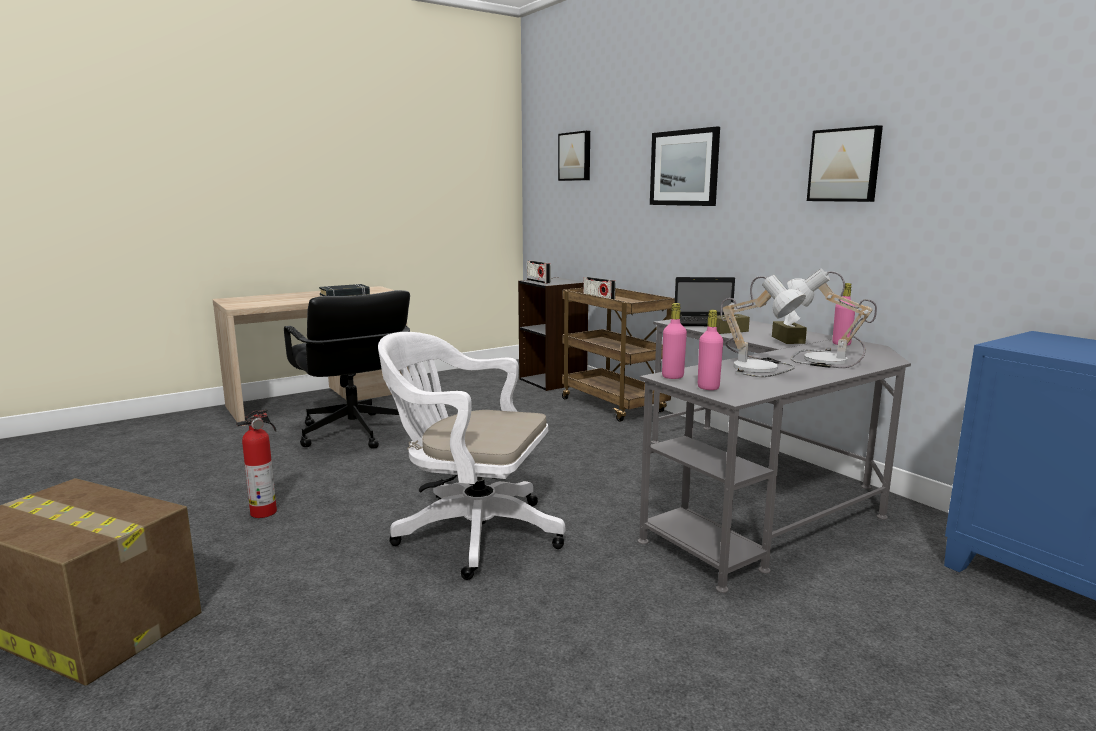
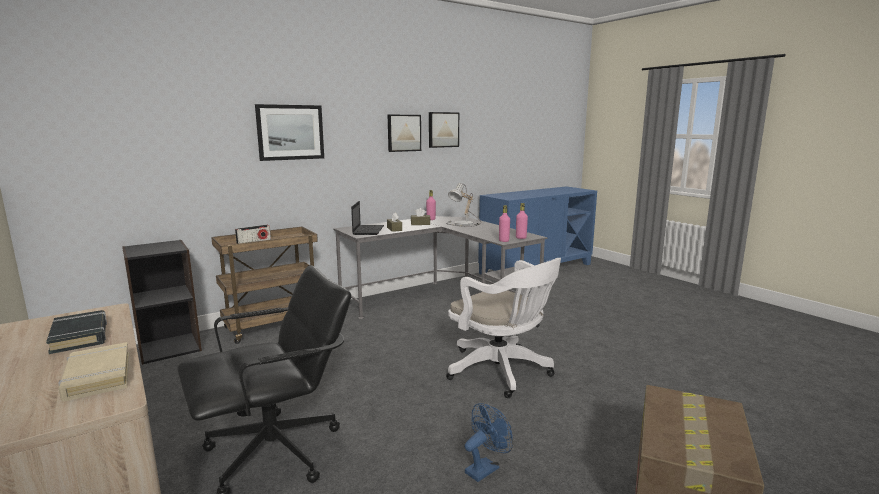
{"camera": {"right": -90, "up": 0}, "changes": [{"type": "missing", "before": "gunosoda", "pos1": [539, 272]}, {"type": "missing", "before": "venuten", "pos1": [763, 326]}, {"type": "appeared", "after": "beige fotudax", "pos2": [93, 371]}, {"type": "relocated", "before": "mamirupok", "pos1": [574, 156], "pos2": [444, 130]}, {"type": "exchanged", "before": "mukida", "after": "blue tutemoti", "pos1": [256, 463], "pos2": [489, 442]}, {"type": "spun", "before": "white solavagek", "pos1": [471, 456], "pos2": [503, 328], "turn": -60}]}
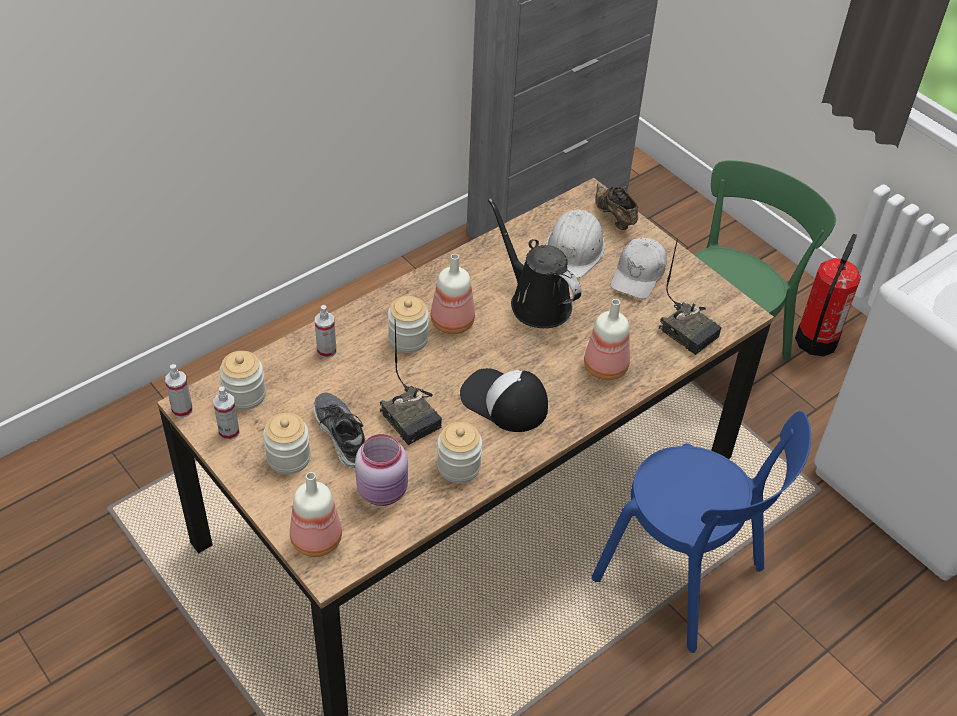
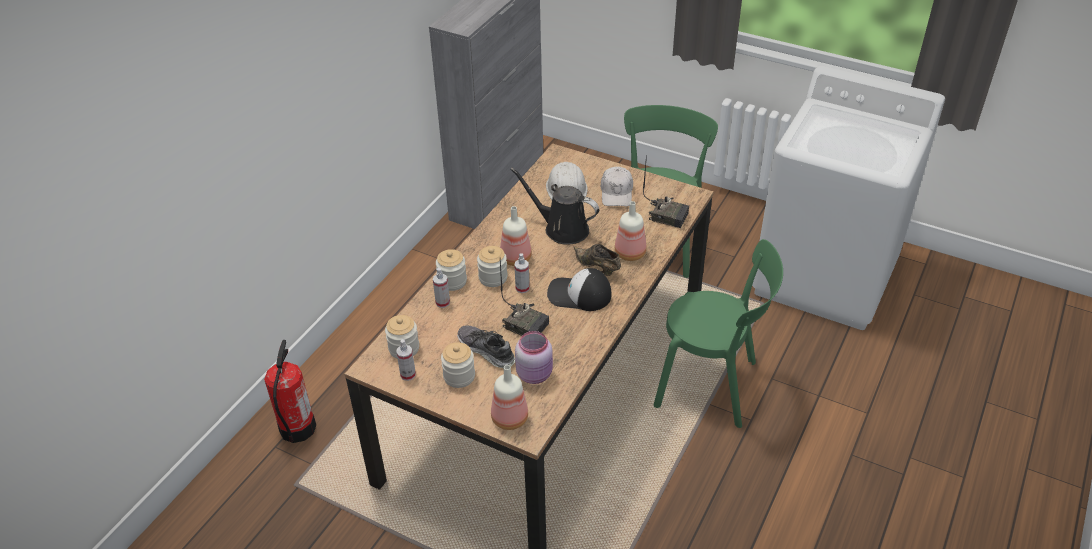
{"camera": {"right": -20, "up": -5}, "changes": [{"type": "relocated", "before": "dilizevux", "pos1": [179, 391], "pos2": [522, 273]}, {"type": "relocated", "before": "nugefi", "pos1": [459, 452], "pos2": [451, 270]}, {"type": "relocated", "before": "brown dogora", "pos1": [616, 207], "pos2": [597, 260]}, {"type": "relocated", "before": "mukida", "pos1": [828, 295], "pos2": [290, 391]}, {"type": "colour", "before": "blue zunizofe", "after": "green zunizofe", "pos1": [701, 532], "pos2": [718, 333]}]}
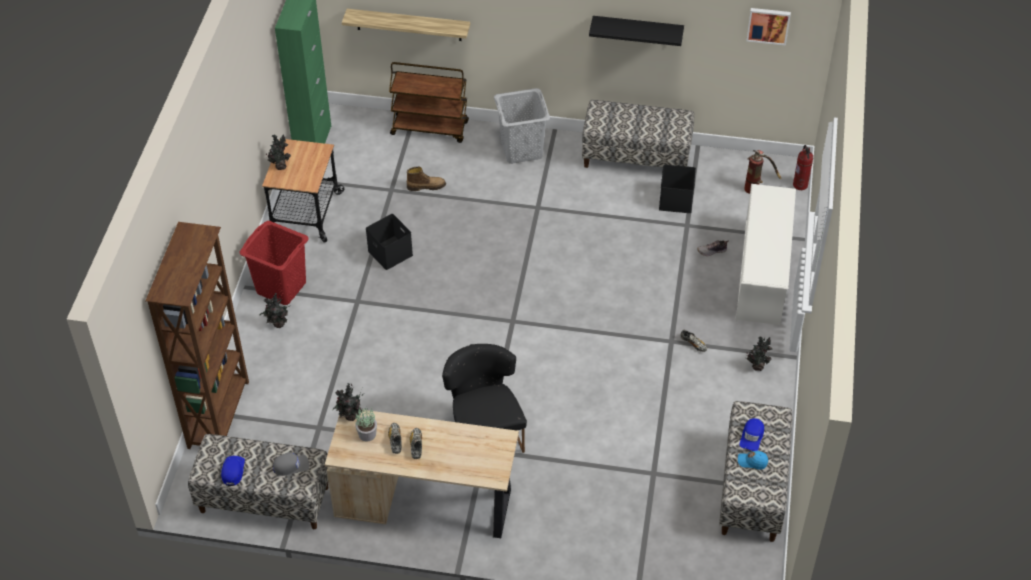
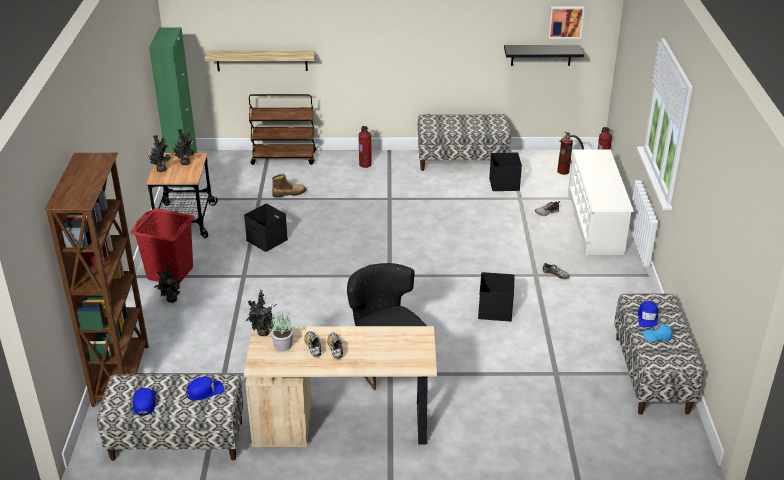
{"camera": {"right": -10, "up": -15}, "changes": [{"type": "appeared", "after": "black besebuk", "pos2": [496, 296]}, {"type": "relocated", "before": "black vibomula", "pos1": [636, 31], "pos2": [544, 55]}, {"type": "relocated", "before": "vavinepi", "pos1": [759, 354], "pos2": [183, 147]}, {"type": "exchanged", "before": "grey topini", "after": "mukida", "pos1": [522, 126], "pos2": [365, 147]}, {"type": "colour", "before": "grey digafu", "after": "blue digafu", "pos1": [291, 464], "pos2": [206, 388]}]}
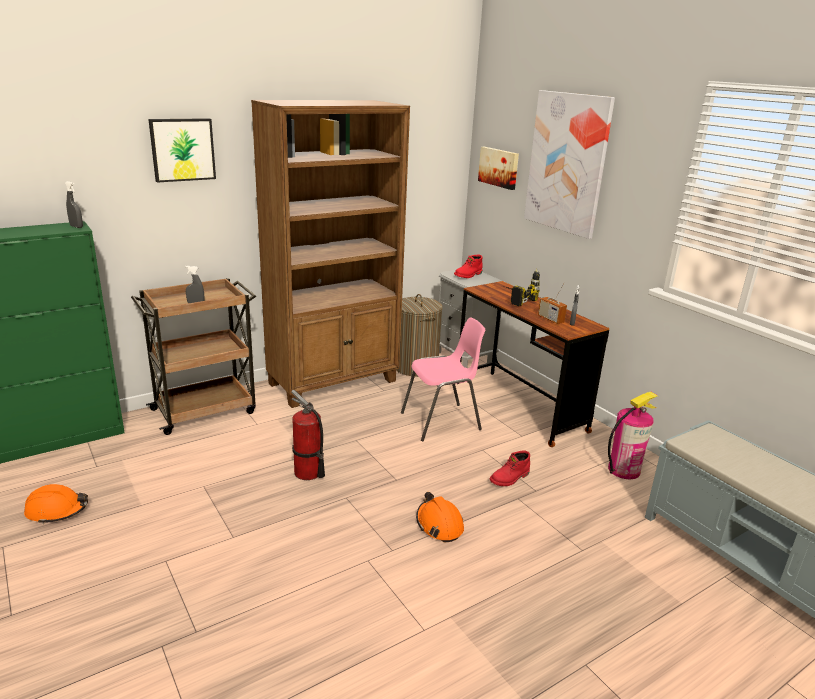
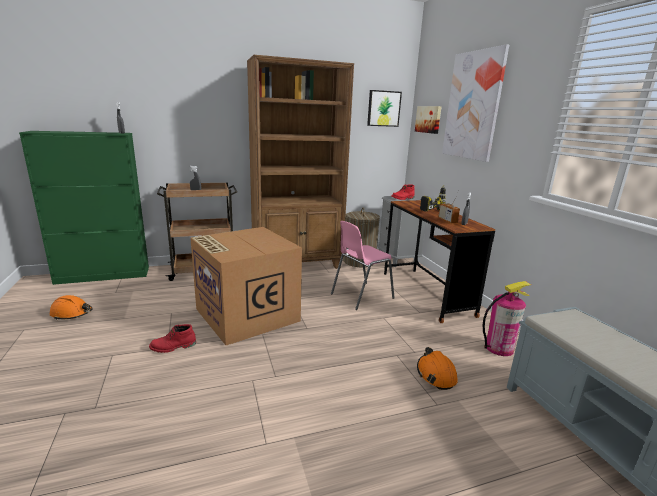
{"camera": {"right": 15, "up": -5}, "changes": [{"type": "relocated", "before": "mamirupok", "pos1": [182, 150], "pos2": [384, 108]}, {"type": "relocated", "before": "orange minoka", "pos1": [440, 517], "pos2": [437, 368]}, {"type": "relocated", "before": "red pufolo", "pos1": [510, 468], "pos2": [172, 338]}, {"type": "exchanged", "before": "mukida", "after": "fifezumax", "pos1": [308, 435], "pos2": [246, 286]}, {"type": "spun", "before": "pink zunizofe", "pos1": [443, 379], "pos2": [363, 265], "turn": 150}]}
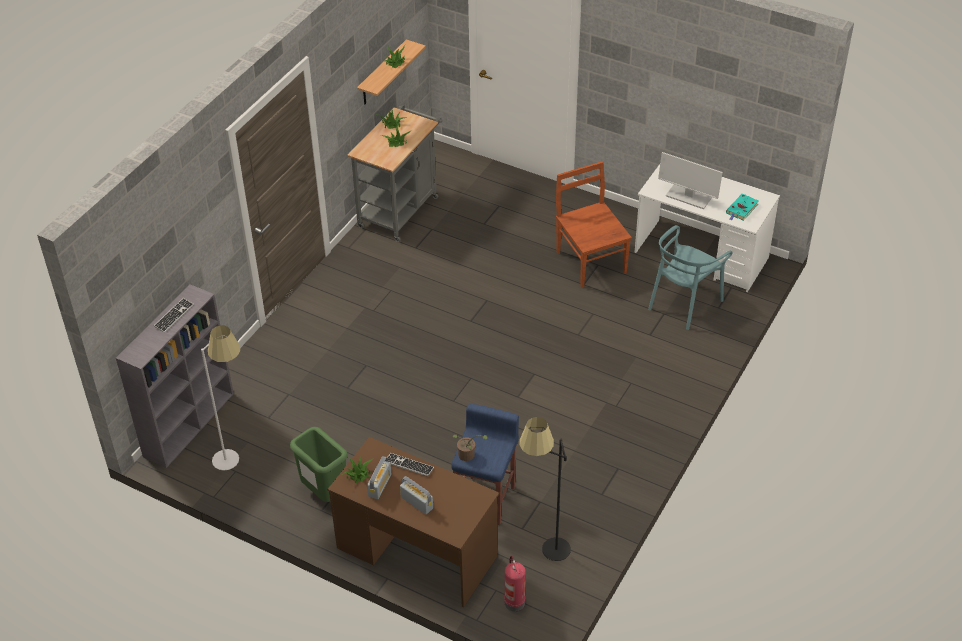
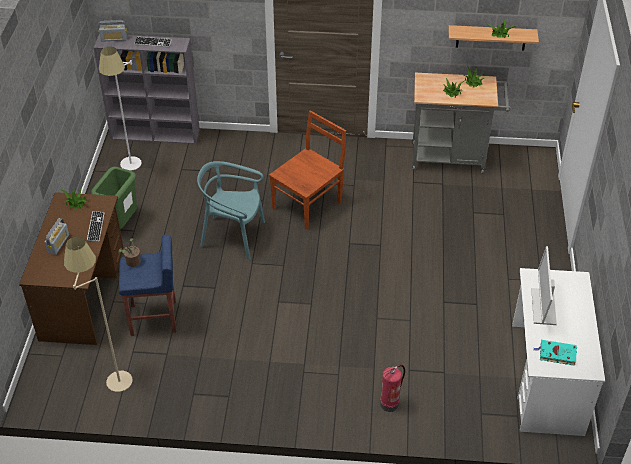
{"camera": {"right": 65, "up": 0}, "changes": [{"type": "relocated", "before": "gunosoda", "pos1": [379, 477], "pos2": [112, 30]}, {"type": "relocated", "before": "mukida", "pos1": [515, 584], "pos2": [392, 388]}, {"type": "relocated", "before": "brown zunizofe", "pos1": [594, 224], "pos2": [307, 170]}, {"type": "relocated", "before": "turquoise zunizofe", "pos1": [690, 277], "pos2": [231, 210]}, {"type": "colour", "before": "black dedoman", "after": "beige dedoman", "pos1": [545, 489], "pos2": [98, 314]}]}
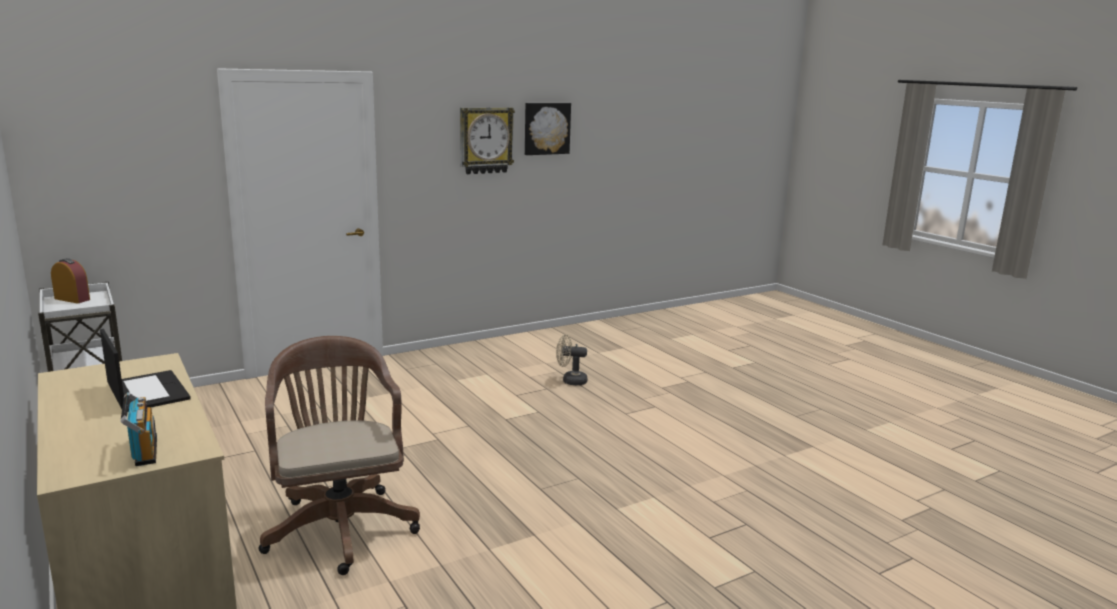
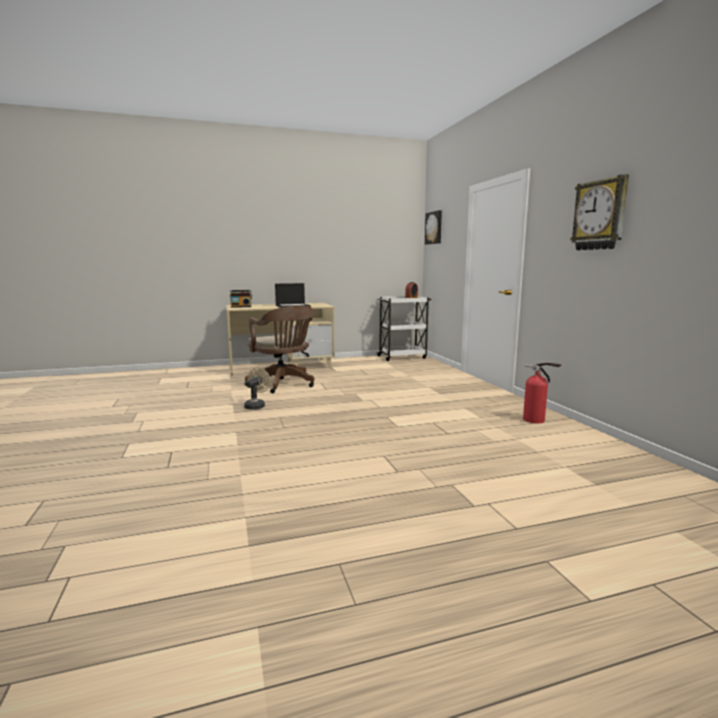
{"camera": {"right": 105, "up": -5}, "changes": [{"type": "appeared", "after": "mukida", "pos2": [542, 393]}, {"type": "relocated", "before": "mamirupok", "pos1": [548, 129], "pos2": [433, 227]}, {"type": "relocated", "before": "beige tutemoti", "pos1": [572, 360], "pos2": [257, 389]}, {"type": "spun", "before": "brown solavagek", "pos1": [339, 455], "pos2": [279, 349], "turn": 60}]}
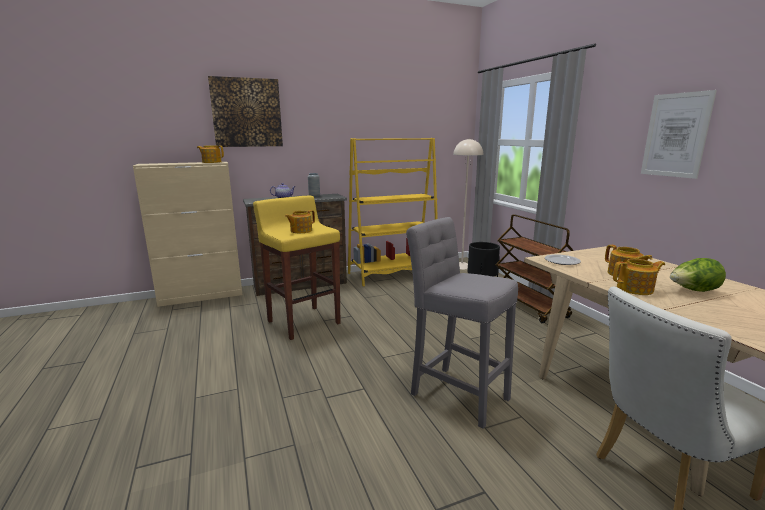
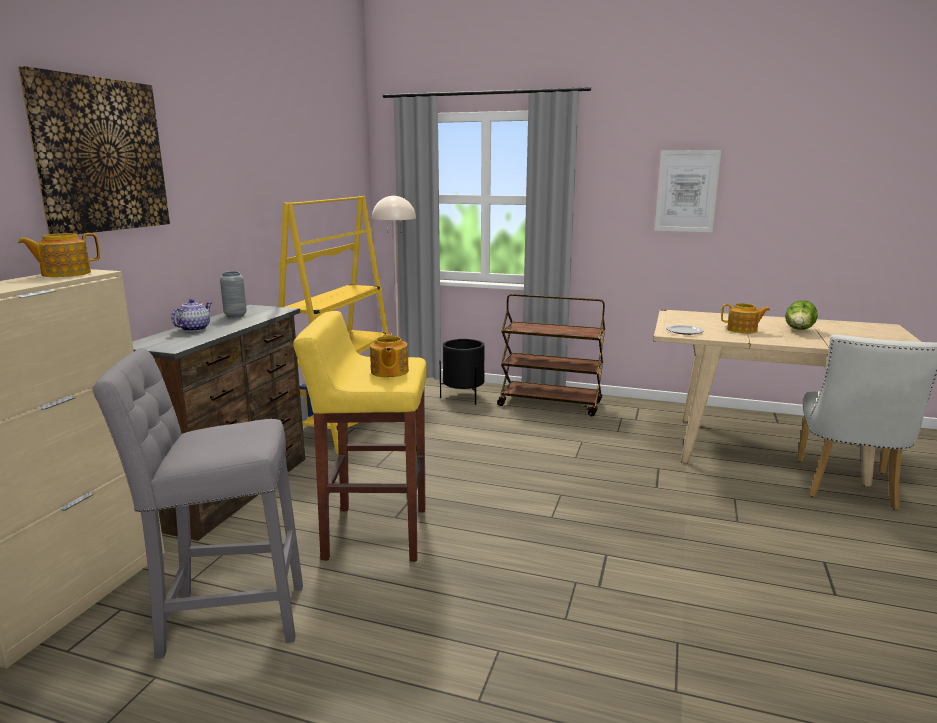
{"camera": {"right": -50, "up": 0}, "changes": [{"type": "missing", "before": "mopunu", "pos1": [639, 277]}, {"type": "relocated", "before": "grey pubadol", "pos1": [462, 323], "pos2": [198, 503]}]}
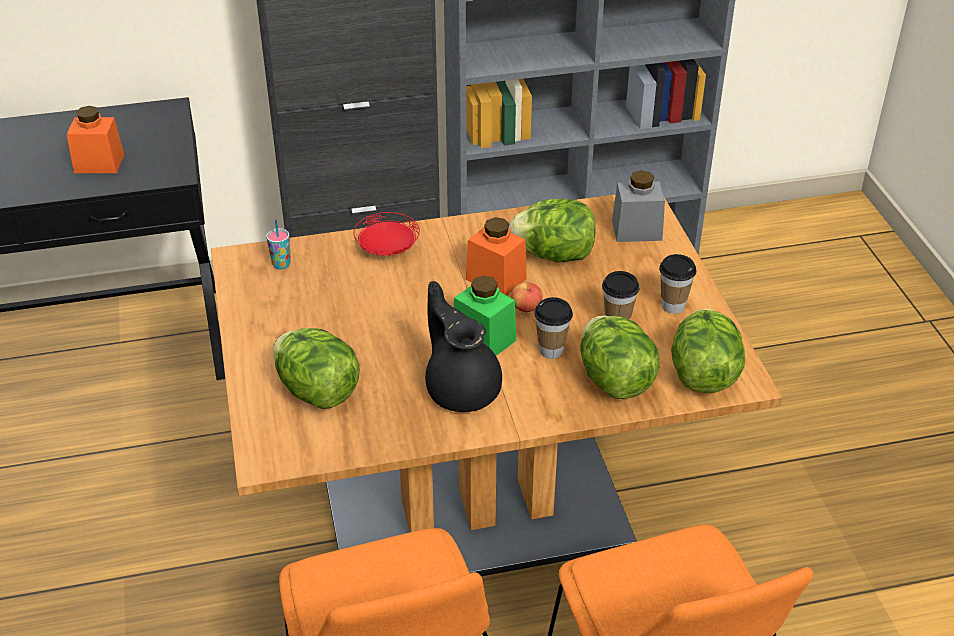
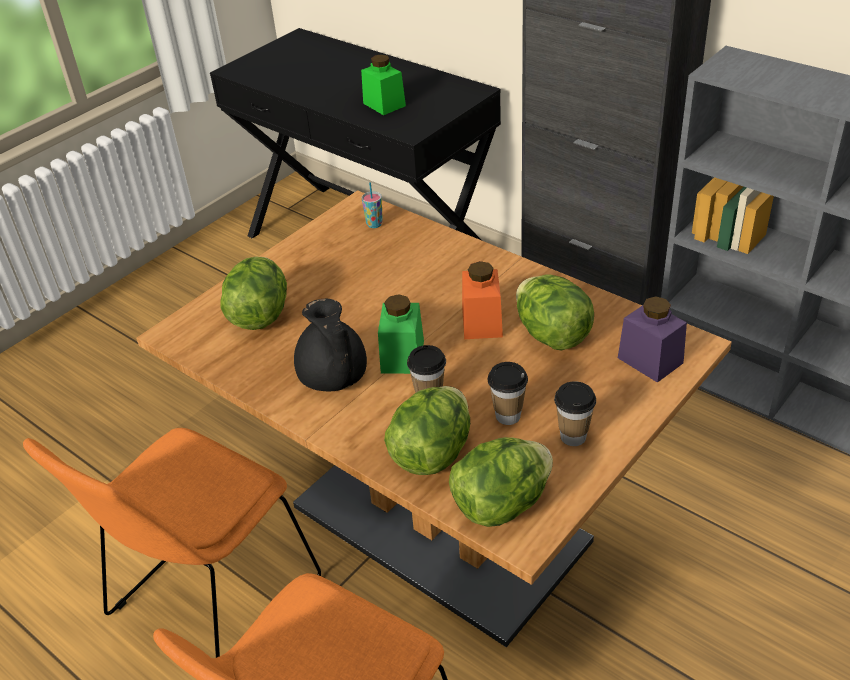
{"camera": {"right": 55, "up": 0}, "changes": [{"type": "missing", "before": "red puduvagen", "pos1": [386, 234]}, {"type": "missing", "before": "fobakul", "pos1": [526, 297]}, {"type": "colour", "before": "orange nugefi", "after": "green nugefi", "pos1": [95, 139], "pos2": [383, 84]}, {"type": "colour", "before": "grey nugefi", "after": "purple nugefi", "pos1": [638, 206], "pos2": [652, 339]}, {"type": "spun", "before": "black mopunu", "pos1": [463, 346], "pos2": [330, 345], "turn": 135}]}
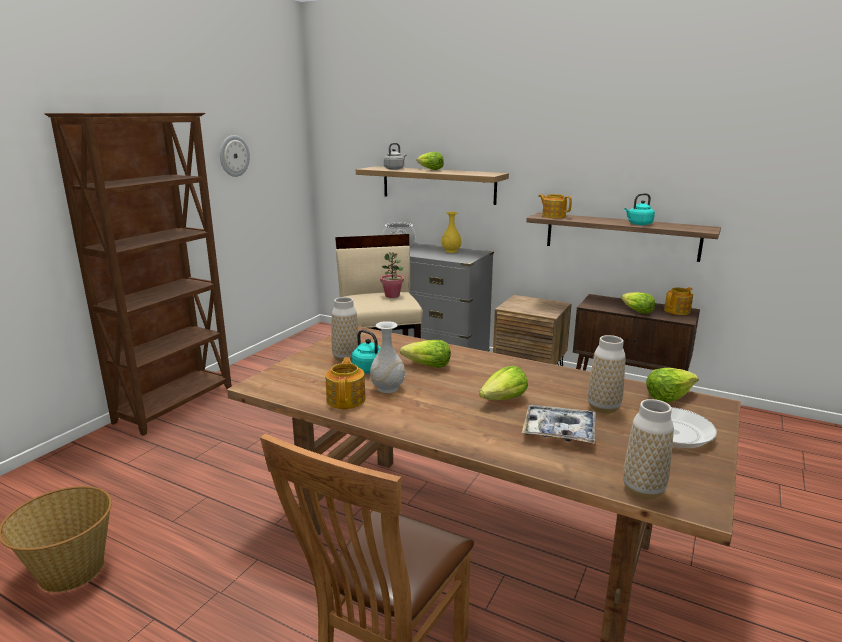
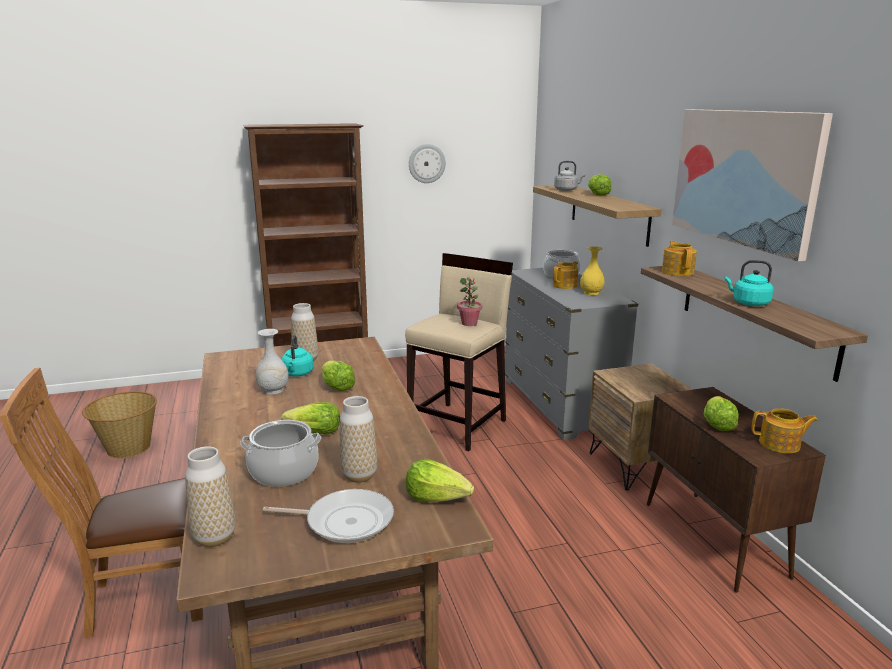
{"camera": {"right": 45, "up": 0}, "changes": [{"type": "appeared", "after": "mamirupok", "pos2": [752, 185]}, {"type": "relocated", "before": "mopunu", "pos1": [345, 383], "pos2": [565, 275]}, {"type": "exchanged", "before": "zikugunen", "after": "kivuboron", "pos1": [559, 424], "pos2": [280, 453]}]}
